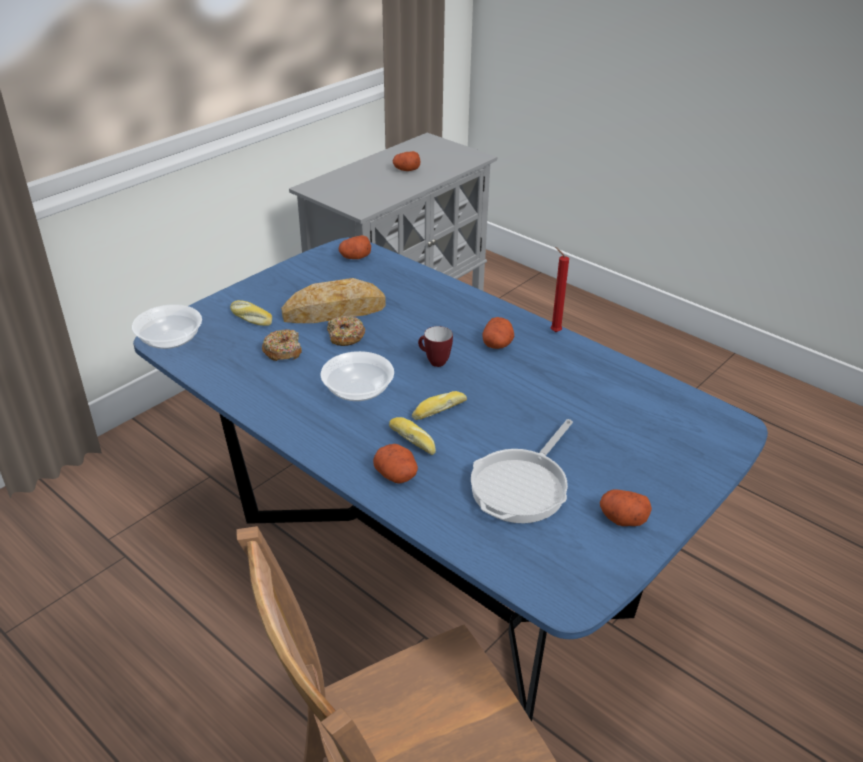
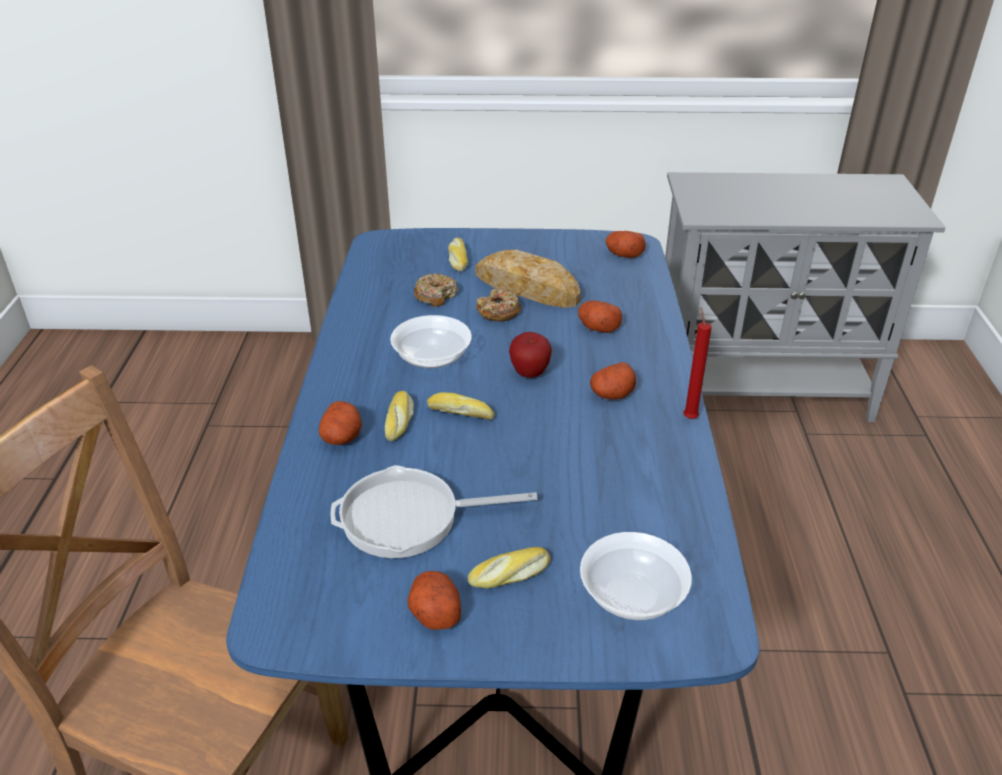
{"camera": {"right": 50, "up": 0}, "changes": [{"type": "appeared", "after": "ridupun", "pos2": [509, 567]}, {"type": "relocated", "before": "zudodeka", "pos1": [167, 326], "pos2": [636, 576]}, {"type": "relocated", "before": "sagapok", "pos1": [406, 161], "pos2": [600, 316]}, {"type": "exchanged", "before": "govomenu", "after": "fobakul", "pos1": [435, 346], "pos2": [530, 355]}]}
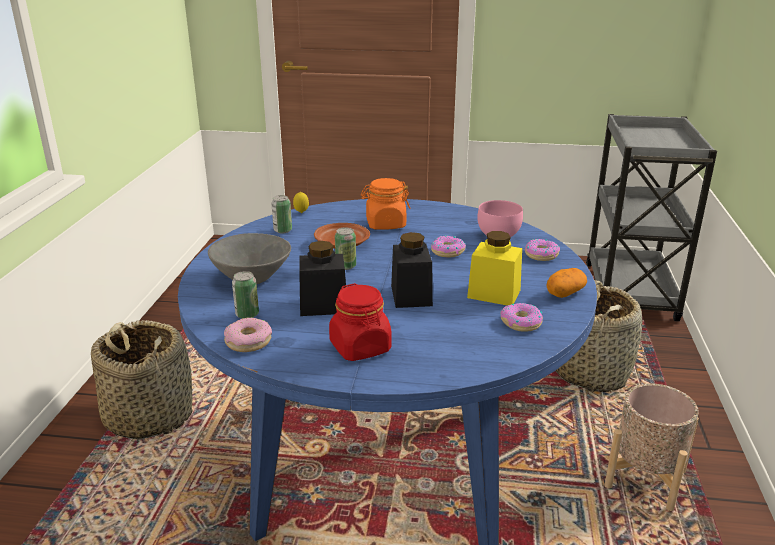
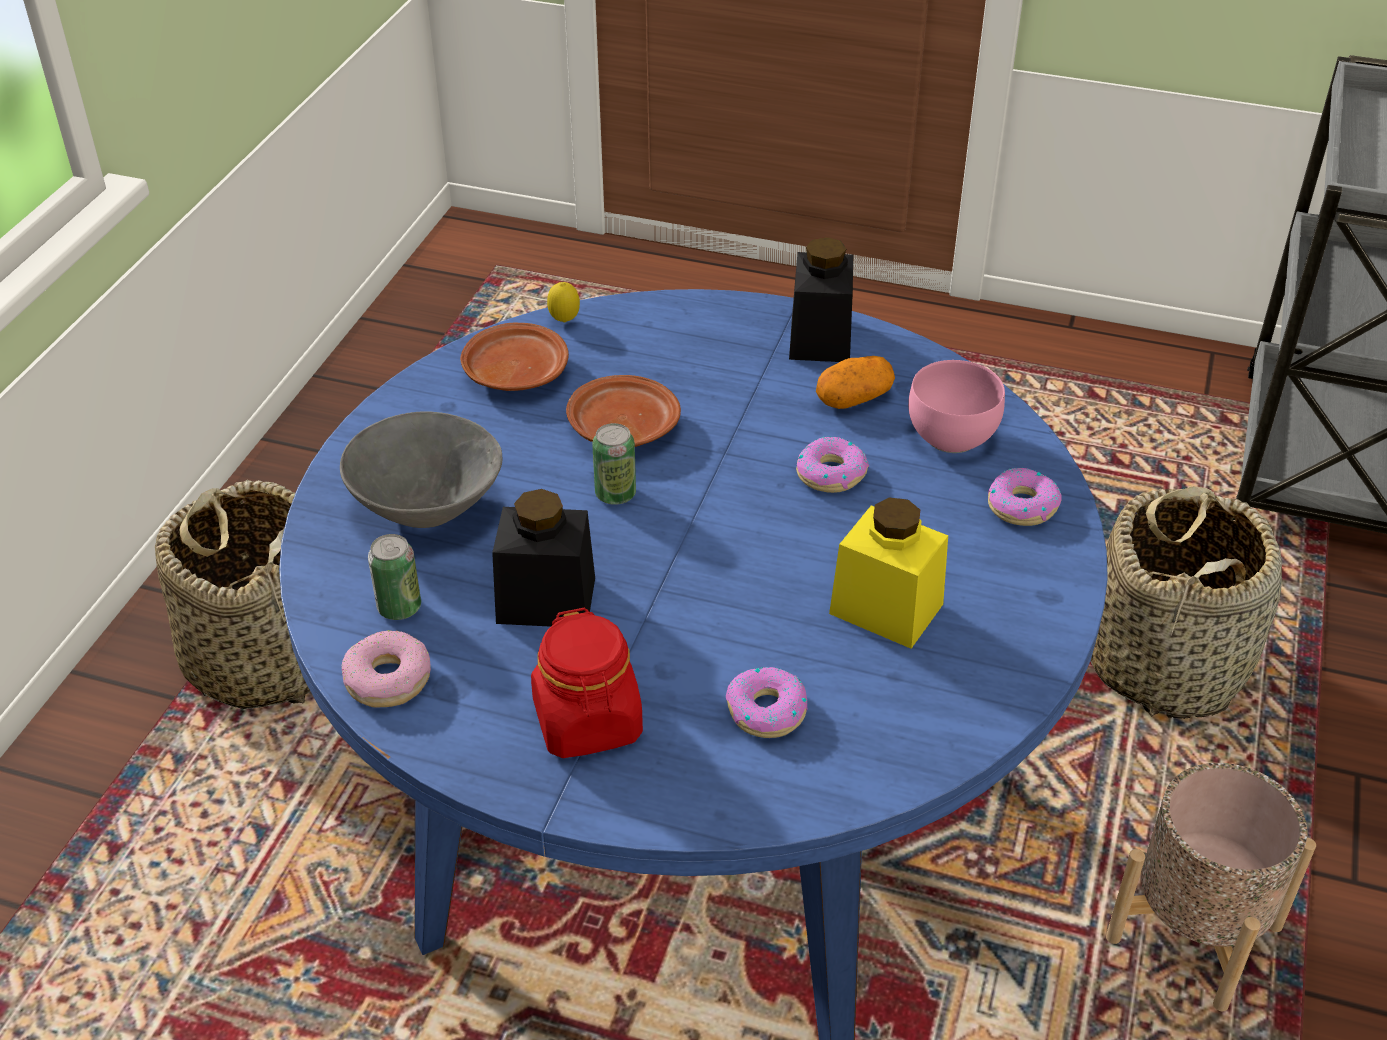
{"camera": {"right": 10, "up": 15}, "changes": [{"type": "missing", "before": "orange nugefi", "pos1": [385, 204]}, {"type": "relocated", "before": "black nugefi", "pos1": [412, 270], "pos2": [821, 299]}, {"type": "relocated", "before": "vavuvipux", "pos1": [522, 317], "pos2": [767, 702]}, {"type": "relocated", "before": "sagapok", "pos1": [566, 283], "pos2": [855, 382]}, {"type": "exchanged", "before": "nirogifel", "after": "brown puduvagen", "pos1": [281, 214], "pos2": [514, 357]}]}
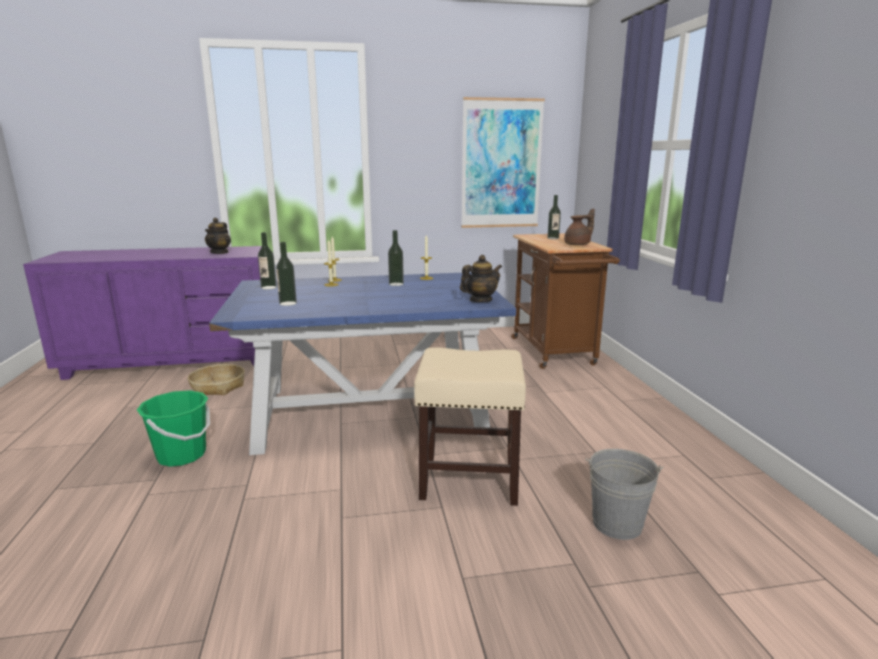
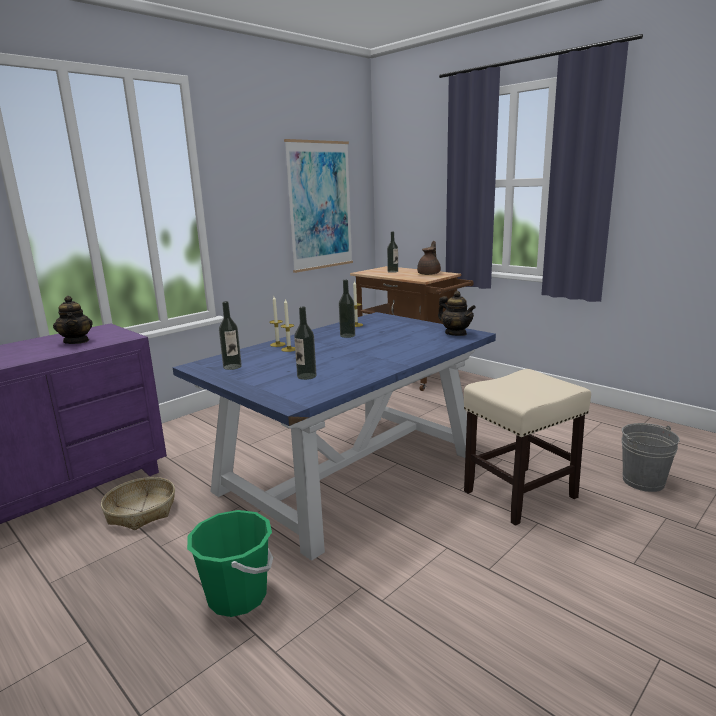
{"camera": {"right": -35, "up": 0}, "changes": [{"type": "spun", "before": "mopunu", "pos1": [481, 278], "pos2": [457, 313], "turn": 120}]}
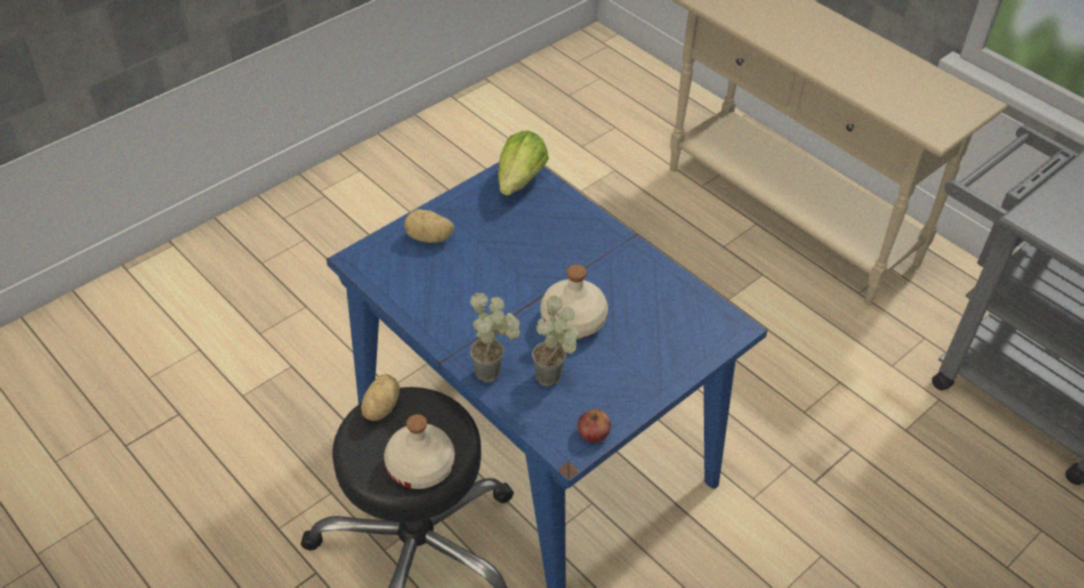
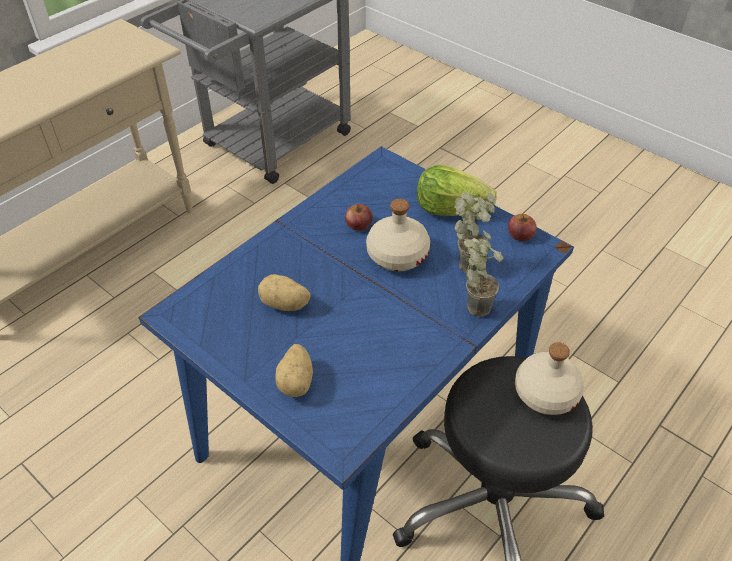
{"camera": {"right": -95, "up": 0}, "changes": [{"type": "appeared", "after": "fobakul", "pos2": [359, 217]}, {"type": "relocated", "before": "sagapok", "pos1": [380, 397], "pos2": [284, 292]}, {"type": "relocated", "before": "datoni", "pos1": [523, 163], "pos2": [457, 190]}]}
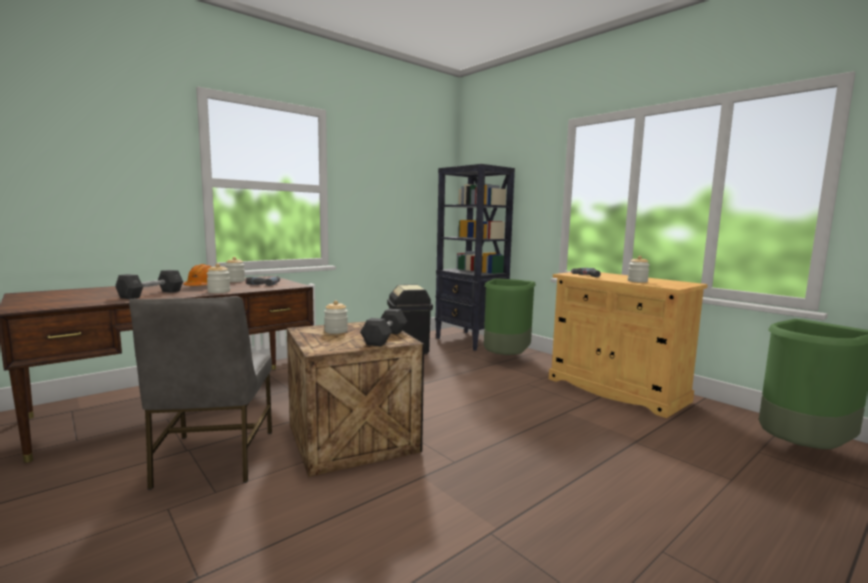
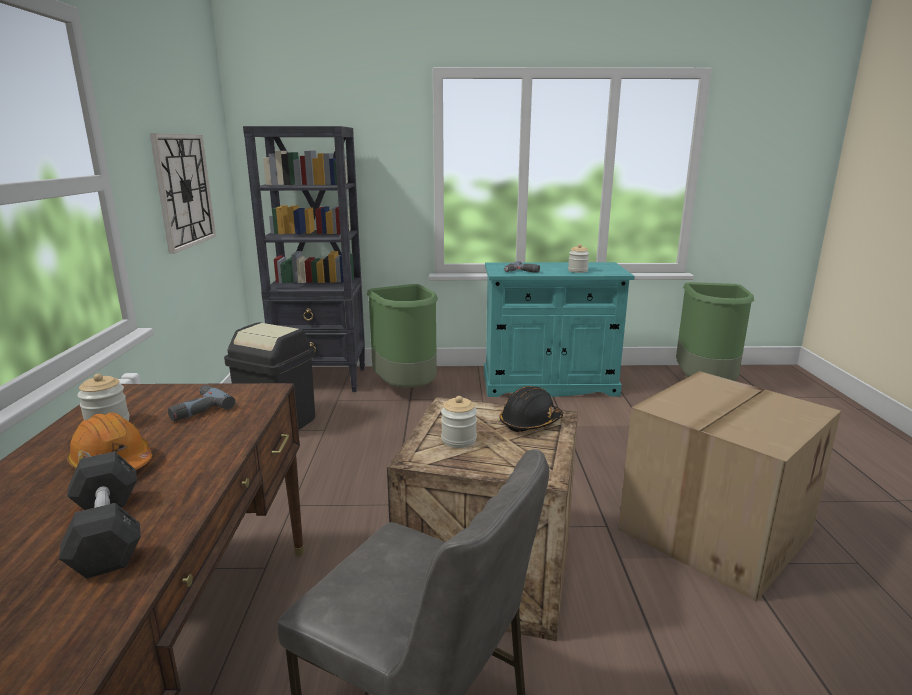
{"camera": {"right": -50, "up": 10}, "changes": [{"type": "missing", "before": "nugefi", "pos1": [218, 278]}, {"type": "appeared", "after": "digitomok", "pos2": [183, 194]}, {"type": "appeared", "after": "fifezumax", "pos2": [729, 486]}, {"type": "exchanged", "before": "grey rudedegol", "after": "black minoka", "pos1": [383, 327], "pos2": [531, 409]}, {"type": "colour", "before": "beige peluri", "after": "turquoise peluri", "pos1": [628, 345], "pos2": [559, 329]}]}
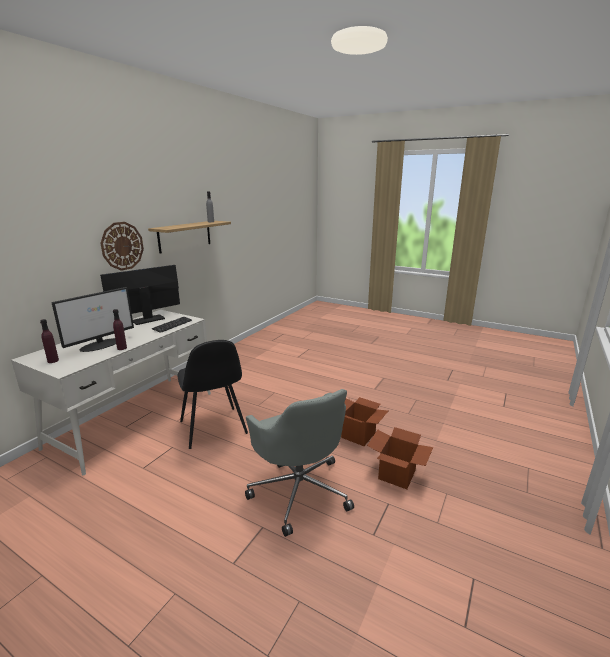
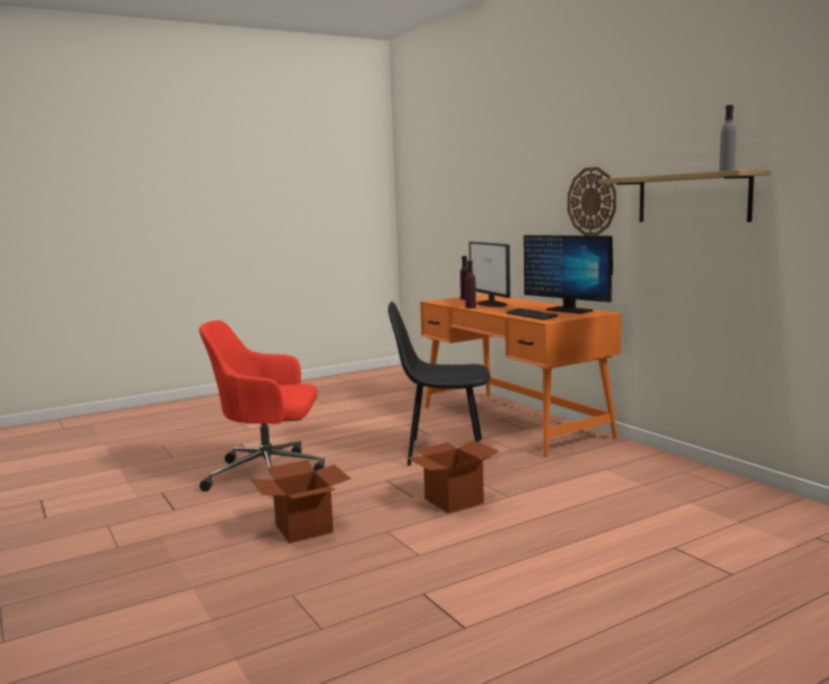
{"camera": {"right": 120, "up": -10}, "changes": [{"type": "relocated", "before": "fifezumax", "pos1": [400, 458], "pos2": [452, 476]}, {"type": "colour", "before": "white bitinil", "after": "orange bitinil", "pos1": [111, 392], "pos2": [520, 375]}, {"type": "colour", "before": "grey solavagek", "after": "red solavagek", "pos1": [299, 463], "pos2": [262, 406]}, {"type": "spun", "before": "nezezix", "pos1": [140, 295], "pos2": [568, 274], "turn": 150}]}
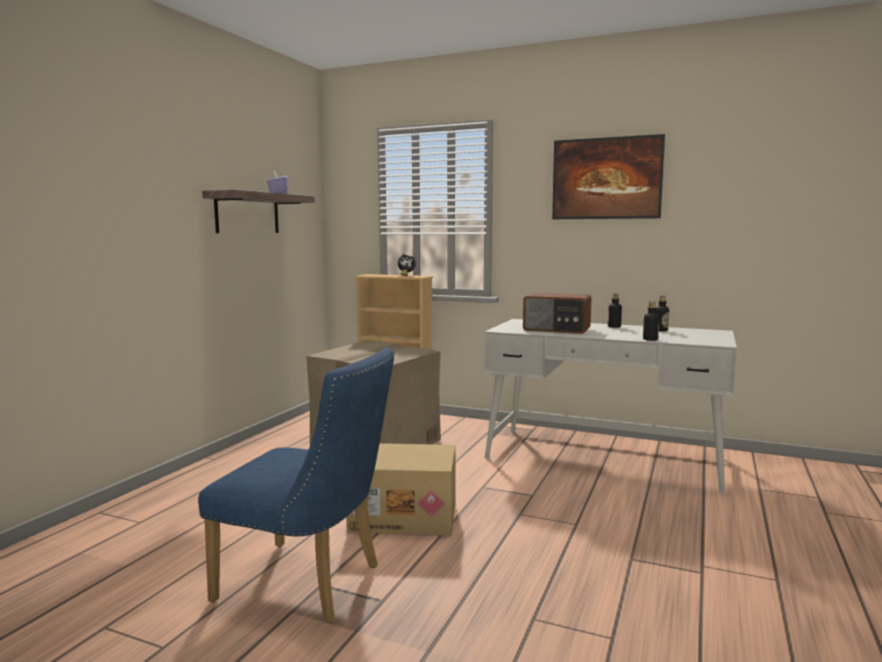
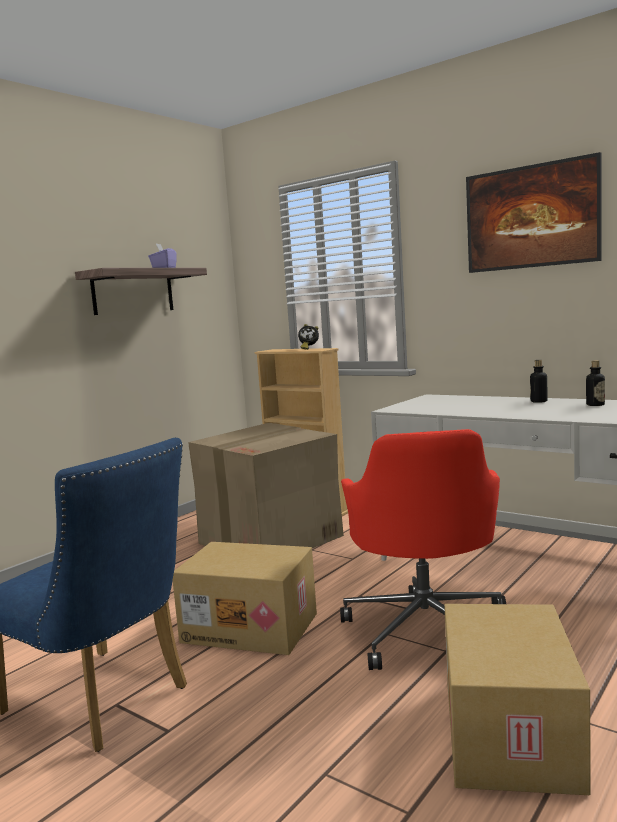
{"camera": {"right": 15, "up": 0}, "changes": [{"type": "missing", "before": "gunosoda", "pos1": [557, 313]}, {"type": "missing", "before": "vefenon", "pos1": [651, 321]}, {"type": "appeared", "after": "red solavagek", "pos2": [423, 549]}, {"type": "appeared", "after": "fifezumax", "pos2": [517, 699]}]}
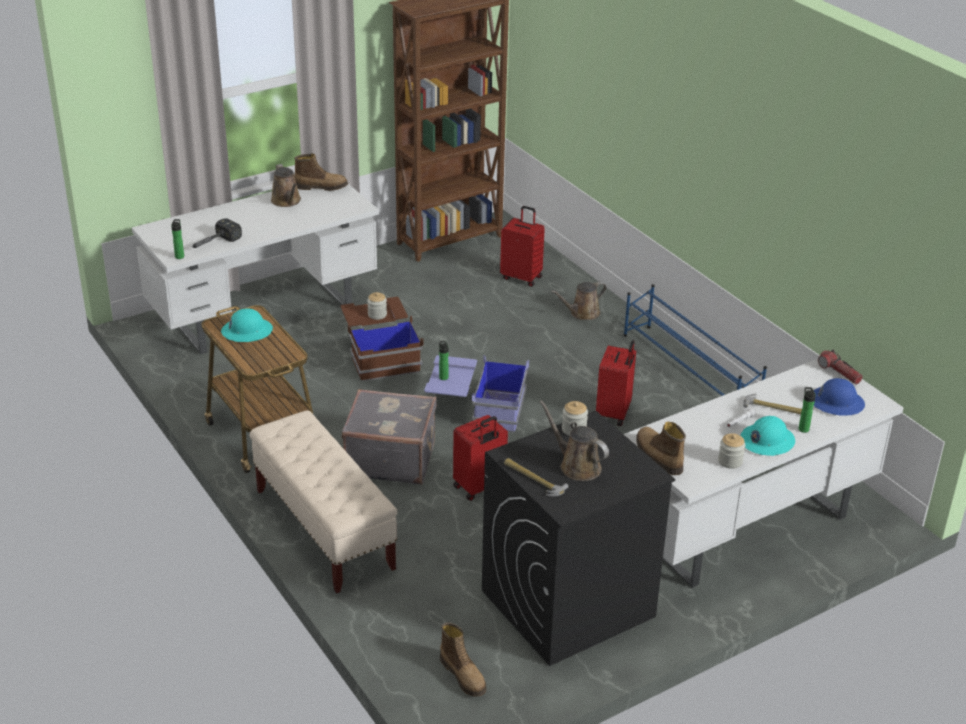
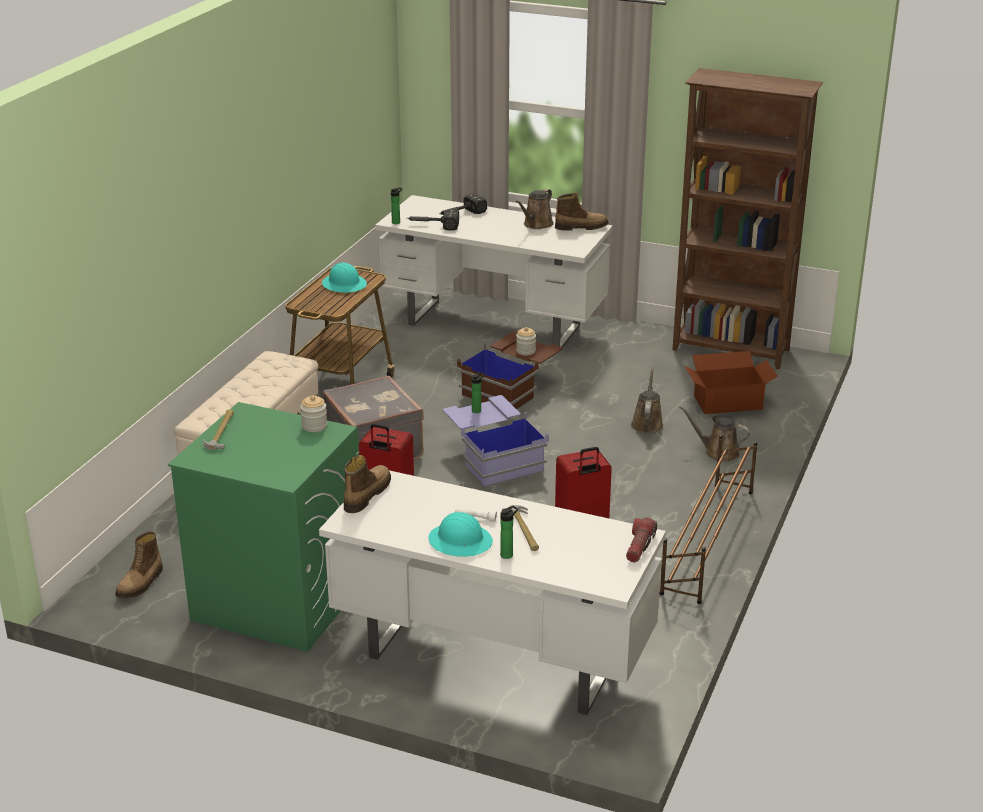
{"camera": {"right": 55, "up": -5}, "changes": [{"type": "missing", "before": "nugefi", "pos1": [731, 451]}, {"type": "missing", "before": "blue minoka", "pos1": [839, 397]}, {"type": "appeared", "after": "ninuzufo", "pos2": [464, 204]}, {"type": "relocated", "before": "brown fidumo", "pos1": [574, 440], "pos2": [647, 400]}, {"type": "exchanged", "before": "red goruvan", "after": "fifezumax", "pos1": [522, 246], "pos2": [731, 382]}, {"type": "colour", "before": "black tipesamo", "after": "green tipesamo", "pos1": [578, 538], "pos2": [263, 527]}, {"type": "colour", "before": "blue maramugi", "after": "brown maramugi", "pos1": [695, 340], "pos2": [708, 519]}, {"type": "spun", "before": "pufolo", "pos1": [321, 172], "pos2": [582, 212], "turn": -60}]}
